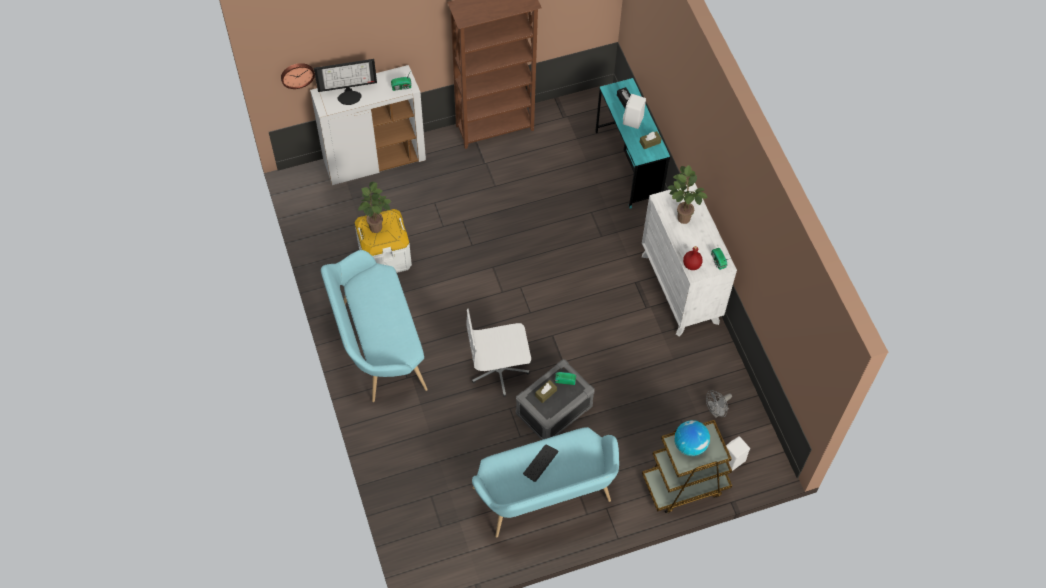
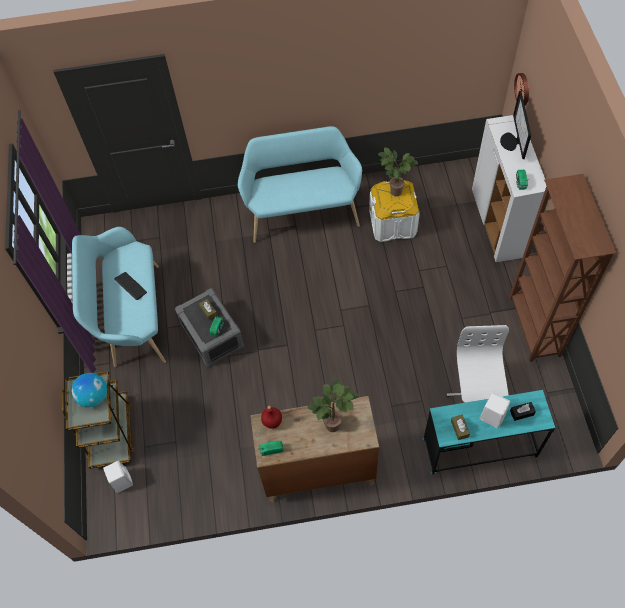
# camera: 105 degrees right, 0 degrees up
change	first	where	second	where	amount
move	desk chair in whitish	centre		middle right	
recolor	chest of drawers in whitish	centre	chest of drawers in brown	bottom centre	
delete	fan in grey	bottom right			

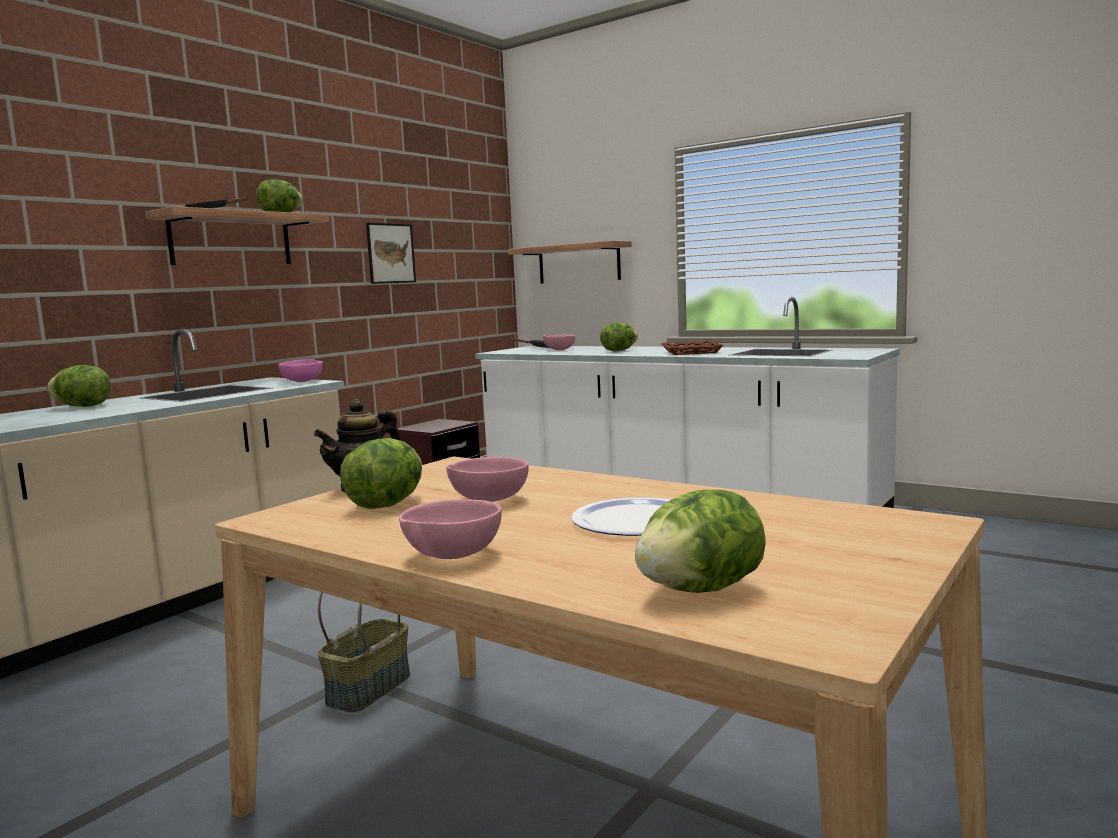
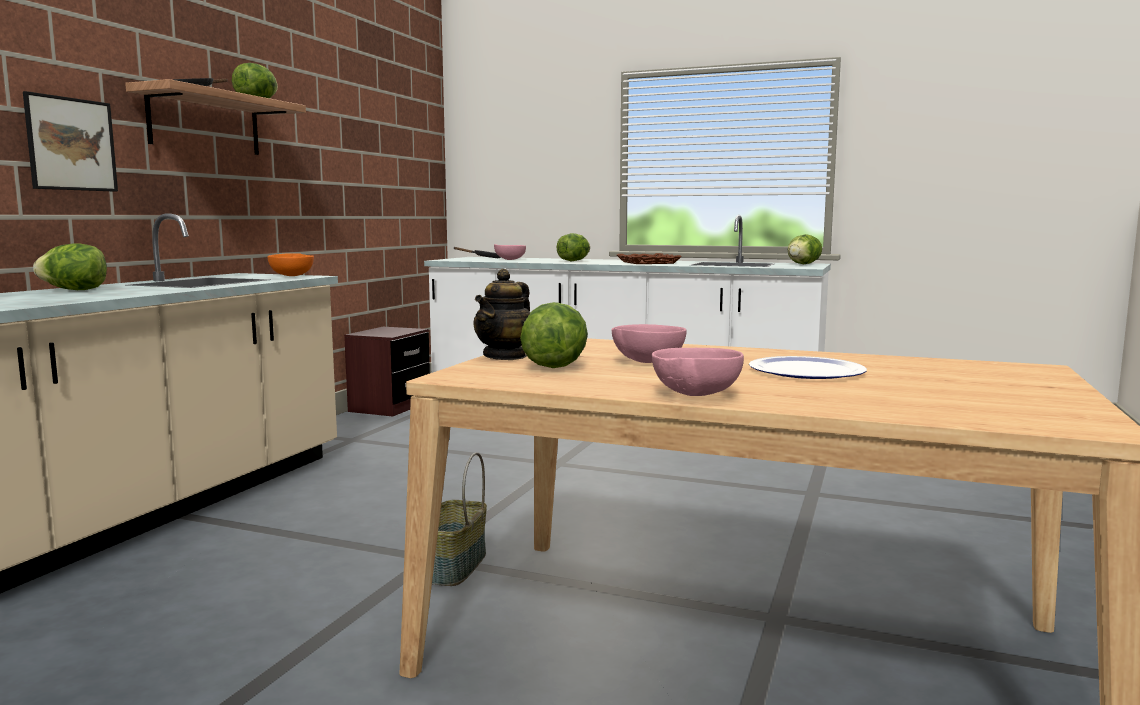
# camera: 15 degrees left, 0 degrees up
change	first	where	second	where	amount
recolor	deep dish in pink (1st from left)	middle left	deep dish in orange-coloured	middle left	
move	wall art	top centre		top left	
delete	shelf (2nd from left)	top centre			
move	lettuce head (5th from left)	centre		middle right	

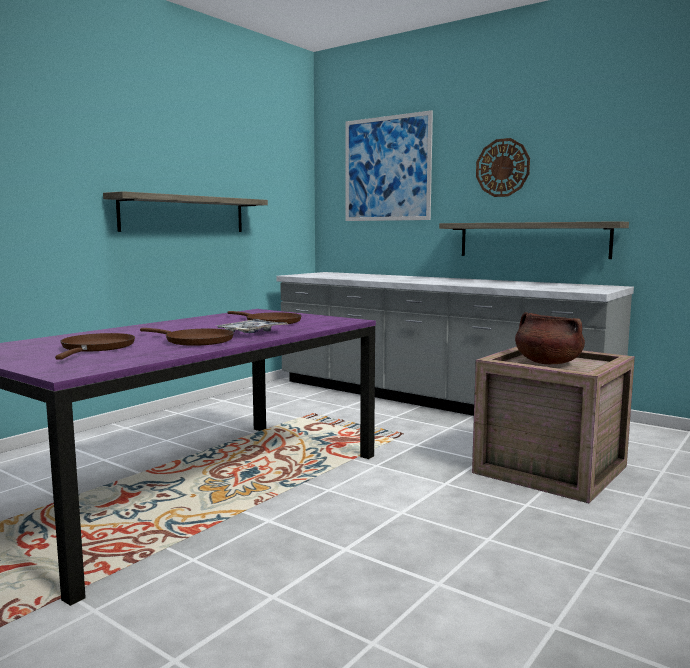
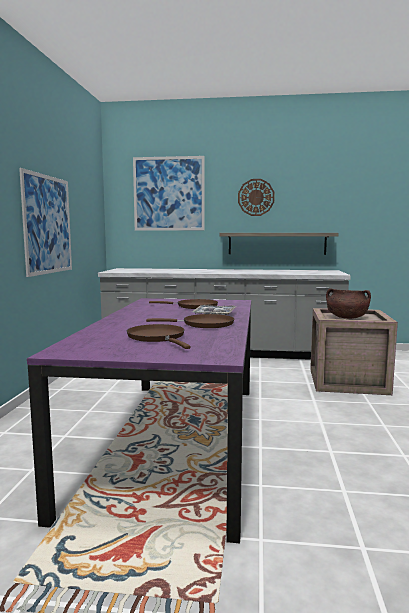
# camera: 30 degrees left, 0 degrees up
change	first	where	second	where	amount
replace	shelf (1st from left)	top left	wall art (1st from left)	middle left	

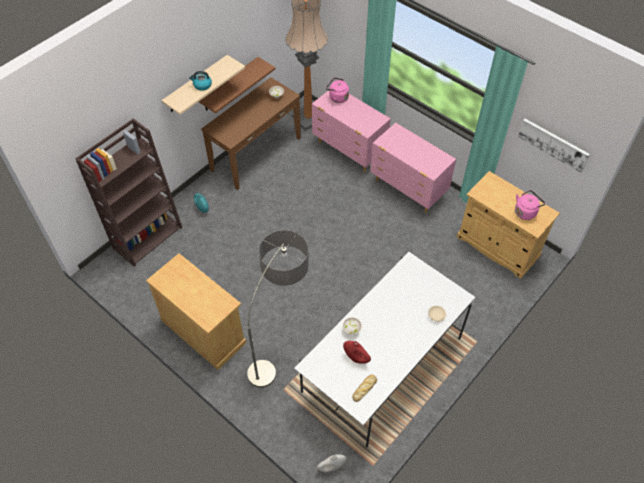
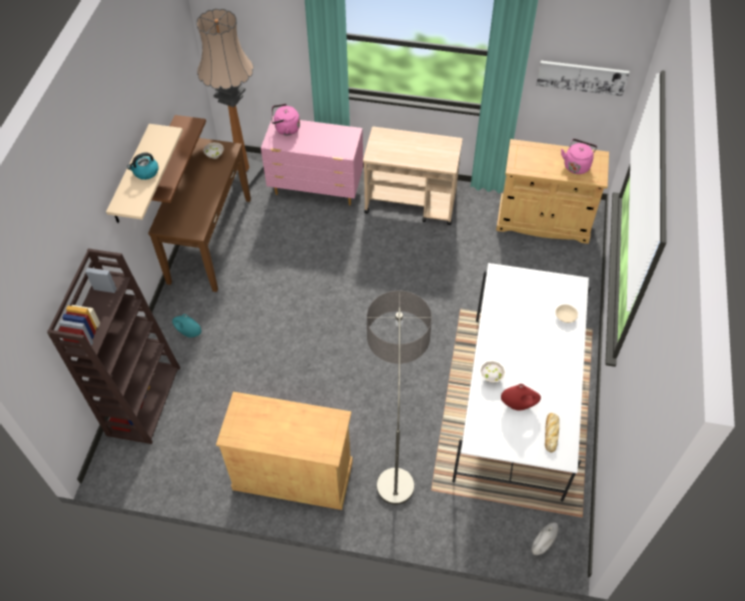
# camera: 30 degrees left, 0 degrees up
change	first	where	second	where	amount
replace	chest of drawers in pink (2nd from left)	centre	trolley in beige	top centre	

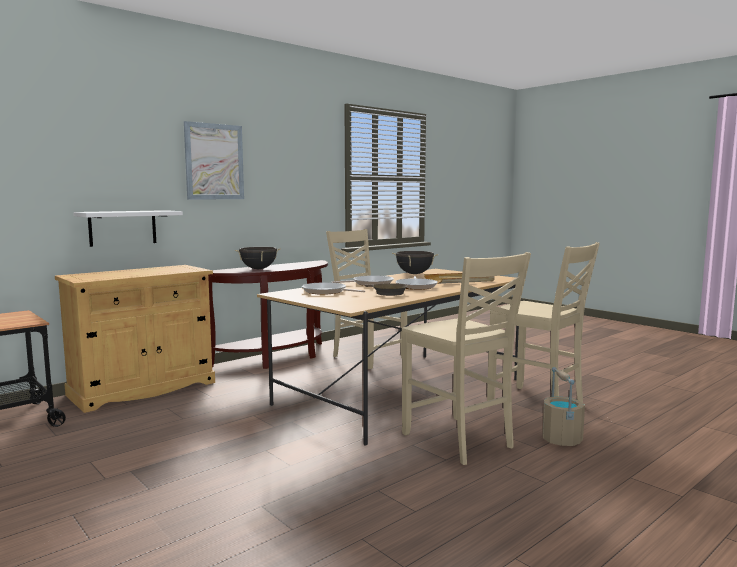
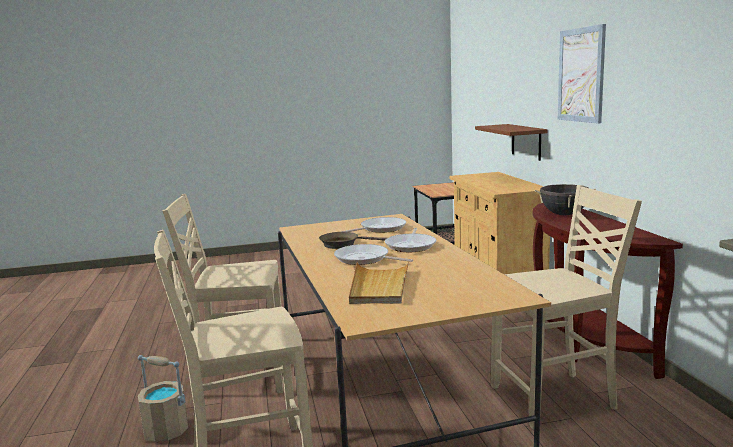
# camera: 120 degrees right, 5 degrees up
change	first	where	second	where	amount
recolor	shelf in whitish	middle left	shelf in brown	top right	
delete	stockpot in black (2nd from left)	centre			

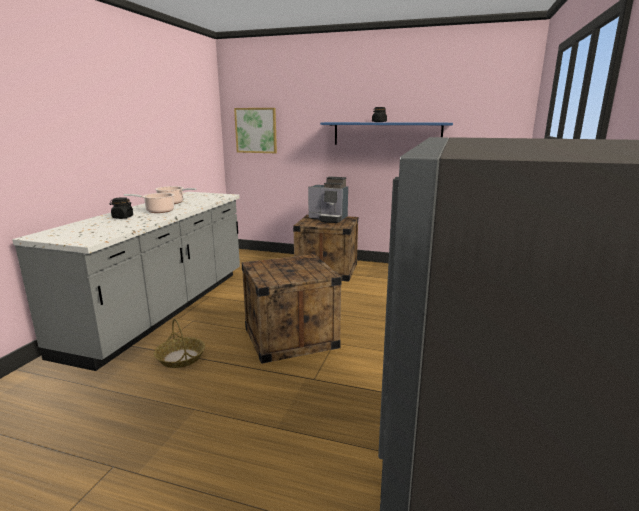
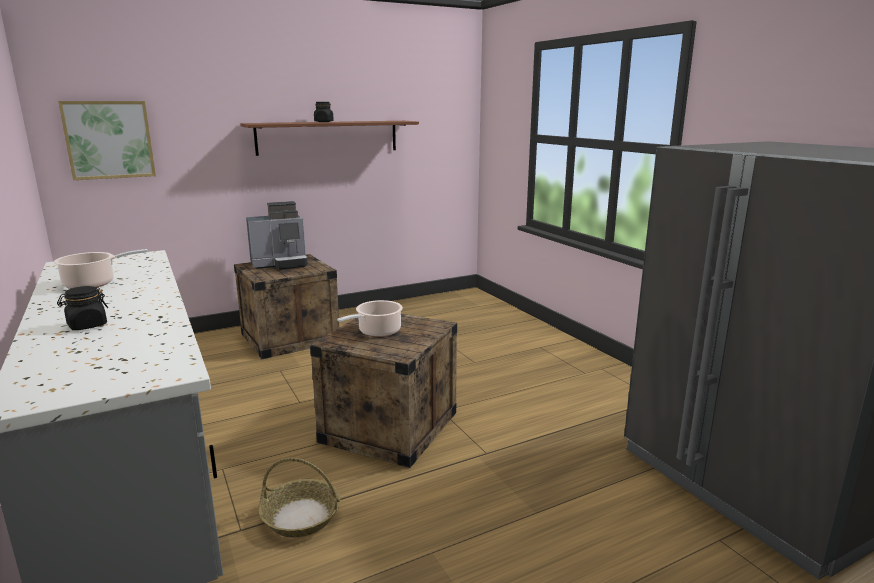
# camera: 45 degrees left, 0 degrees up
change	first	where	second	where	amount
move	stockpot (1st from left in the first image)	middle left	stockpot (2nd from left)	centre	
recolor	shelf in blue	top centre	shelf in brown	top centre	

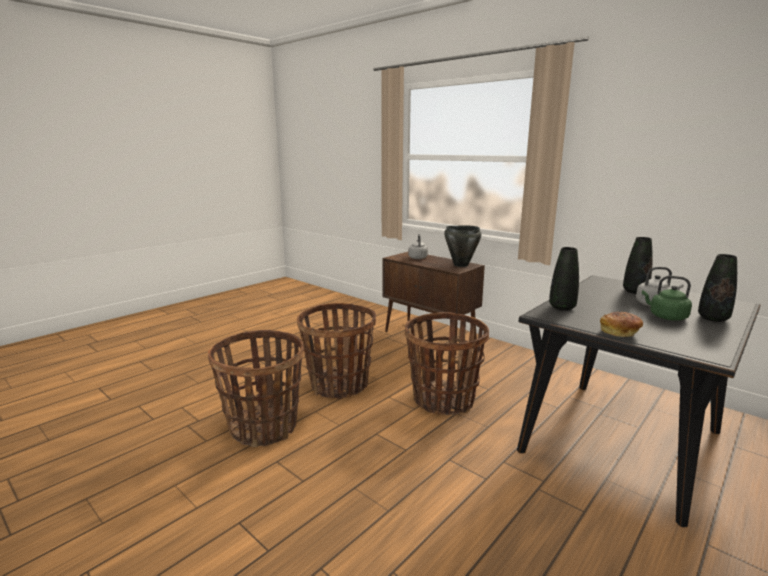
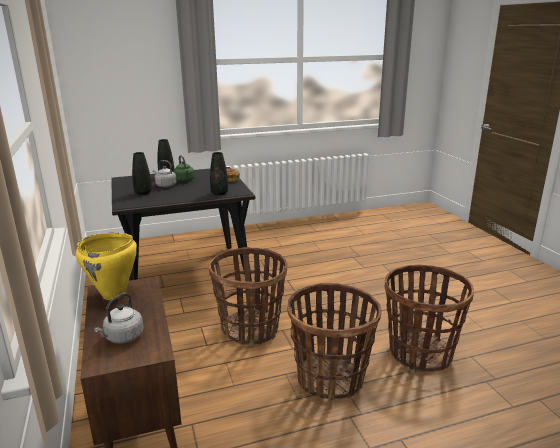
# camera: 150 degrees left, 5 degrees up
change	first	where	second	where	amount
recolor	stockpot in black	centre	stockpot in yellowish	middle left	

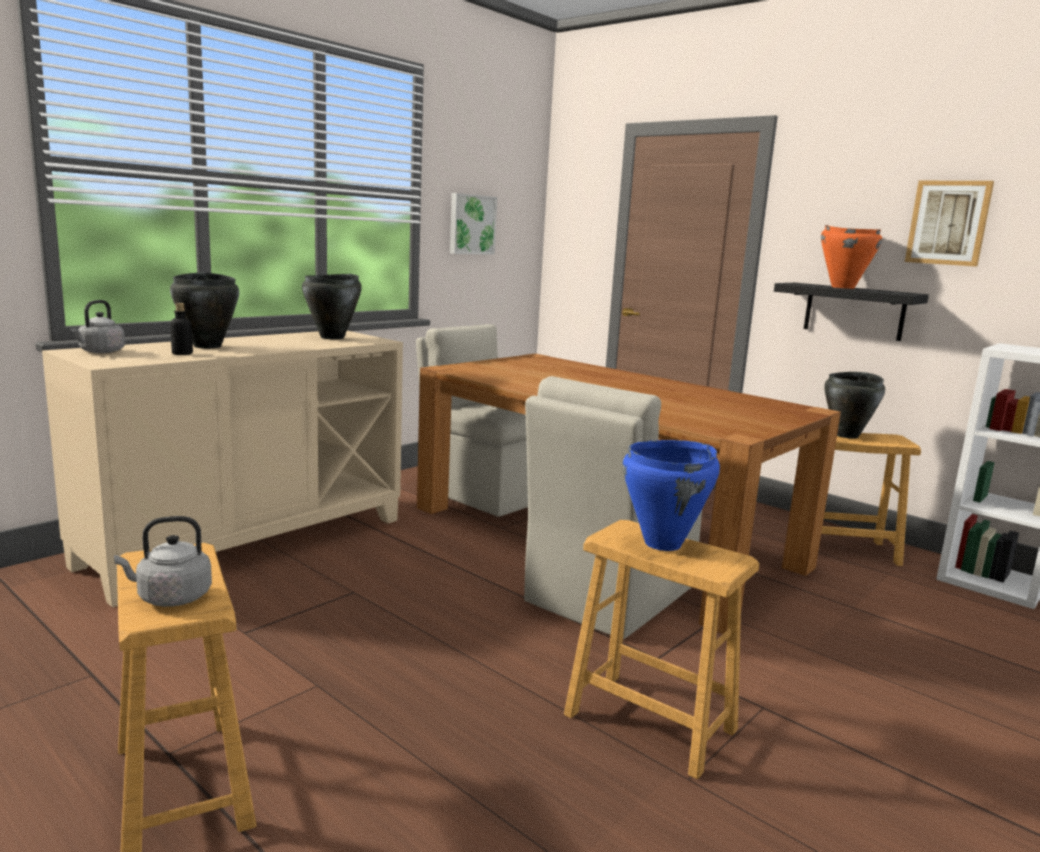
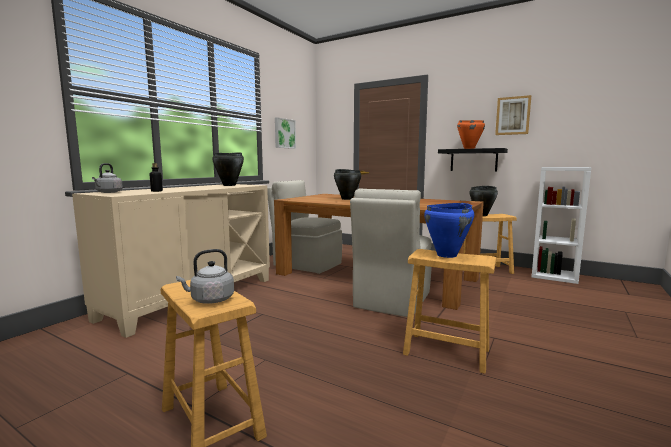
# camera: 10 degrees left, 5 degrees down
change	first	where	second	where	amount
move	stockpot in black (1st from left in the first image)	middle left	stockpot in black (2nd from left)	centre	

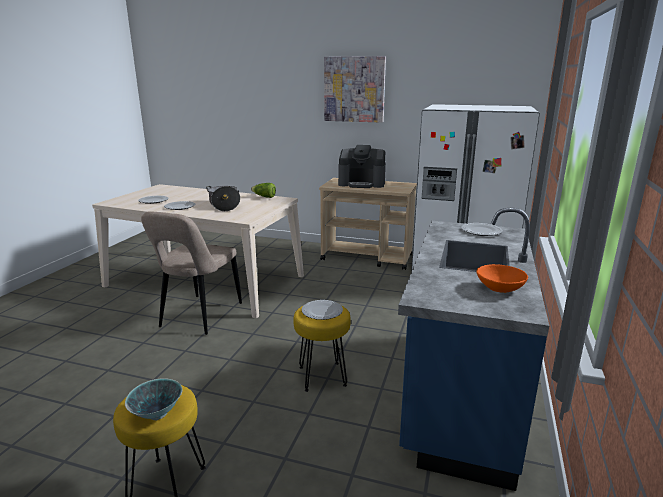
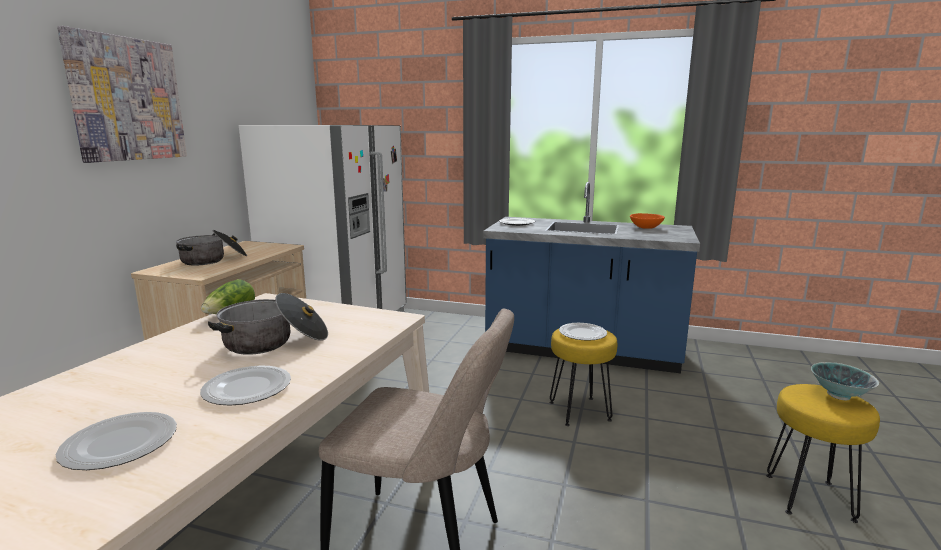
# camera: 90 degrees left, 5 degrees down
change	first	where	second	where	amount
replace	coffee machine	centre	stockpot (1st from left)	middle left	

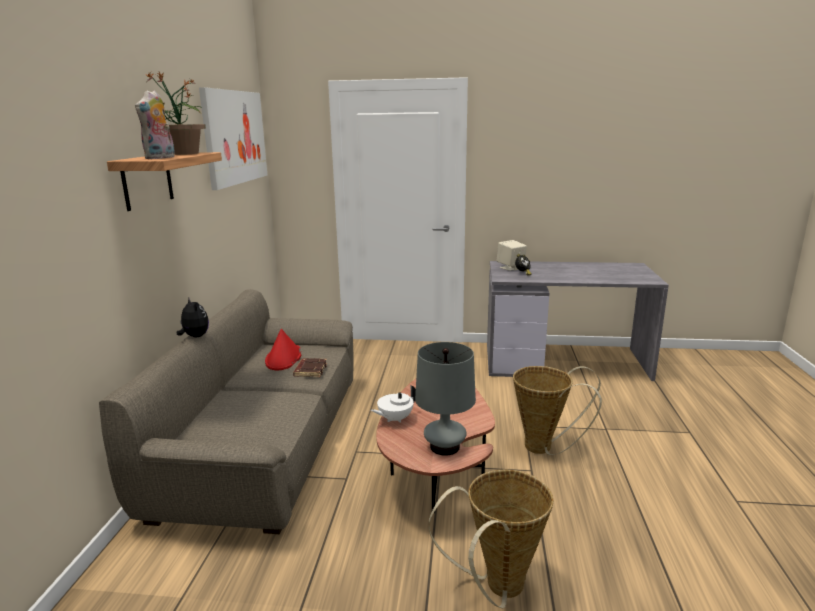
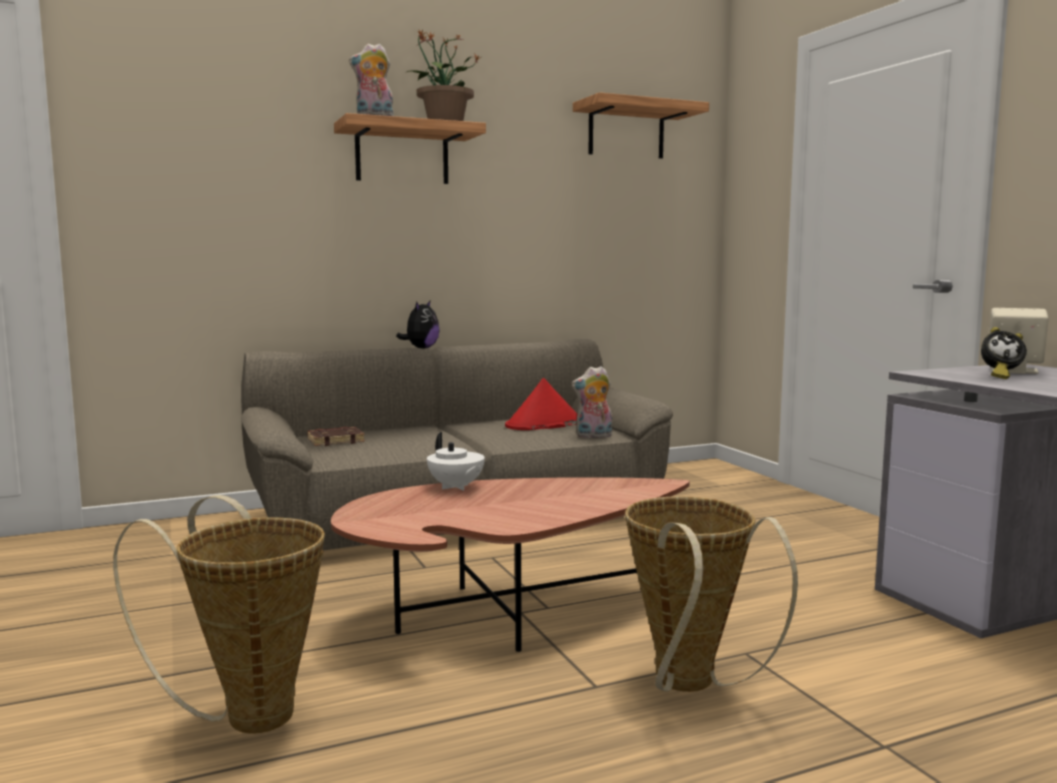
# camera: 60 degrees right, 10 degrees down
change	first	where	second	where	amount
replace	wall art	top left	shelf (2nd from left)	top centre	
move	volume in brown	centre		middle left	
rotate	pot for tea in whitish	centre		centre	150 degrees counterclockwise
delete	lamp for a table in grey	centre			
insert			plush toy (3rd from left)	centre	

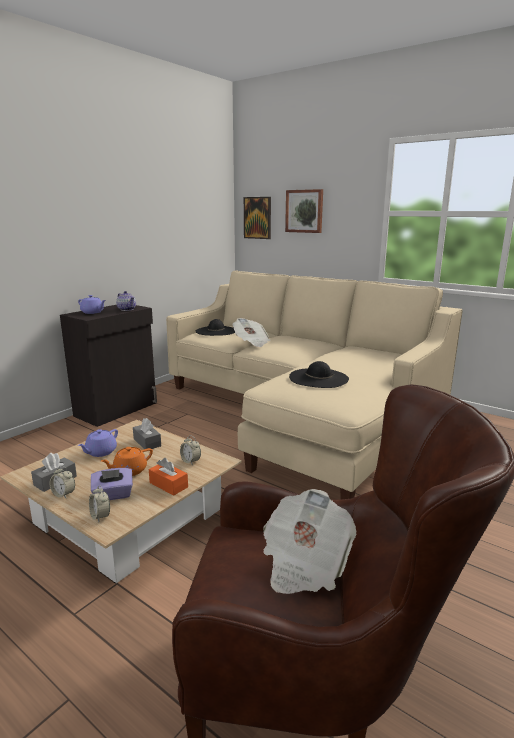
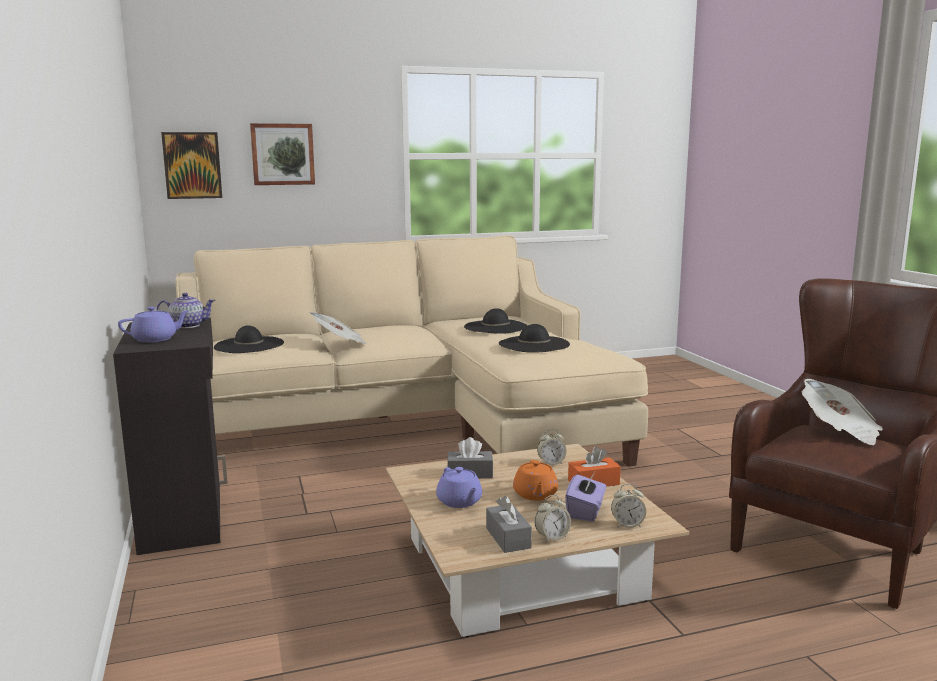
# camera: 55 degrees left, 5 degrees down
change	first	where	second	where	amount
insert			clothing hat in black (2nd from left)	centre	

